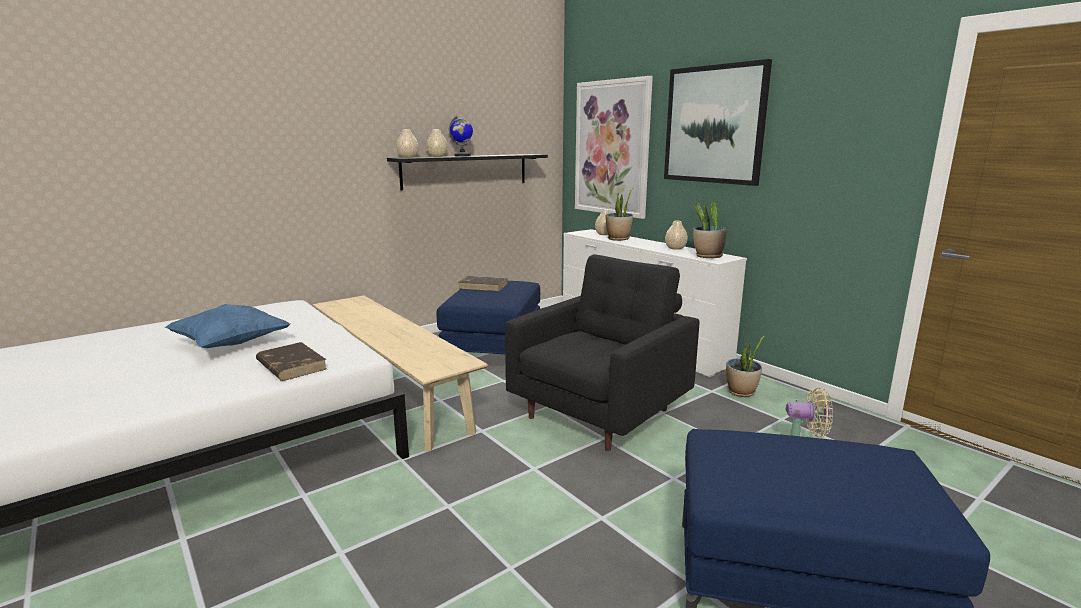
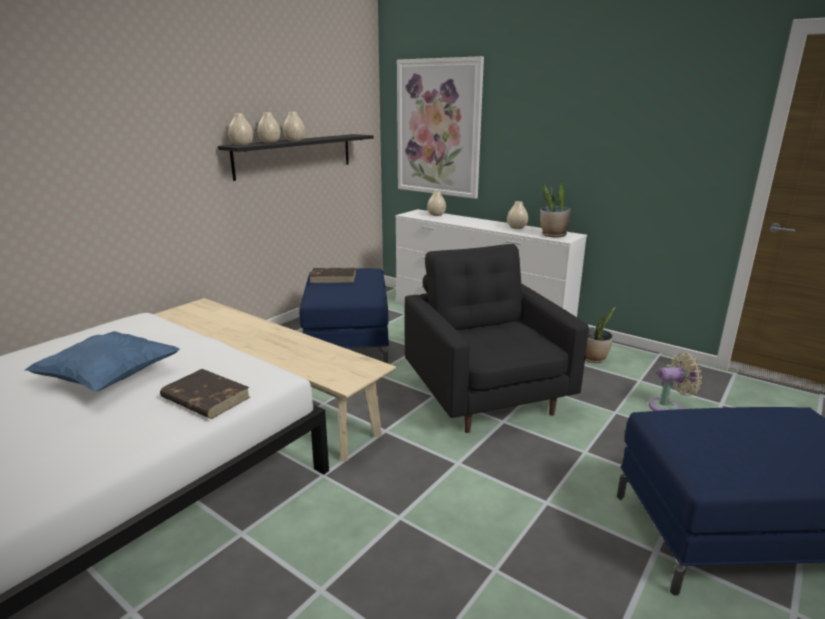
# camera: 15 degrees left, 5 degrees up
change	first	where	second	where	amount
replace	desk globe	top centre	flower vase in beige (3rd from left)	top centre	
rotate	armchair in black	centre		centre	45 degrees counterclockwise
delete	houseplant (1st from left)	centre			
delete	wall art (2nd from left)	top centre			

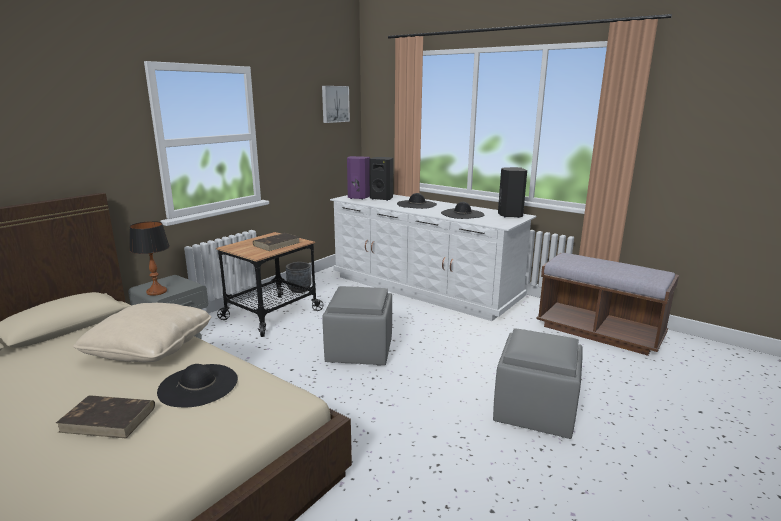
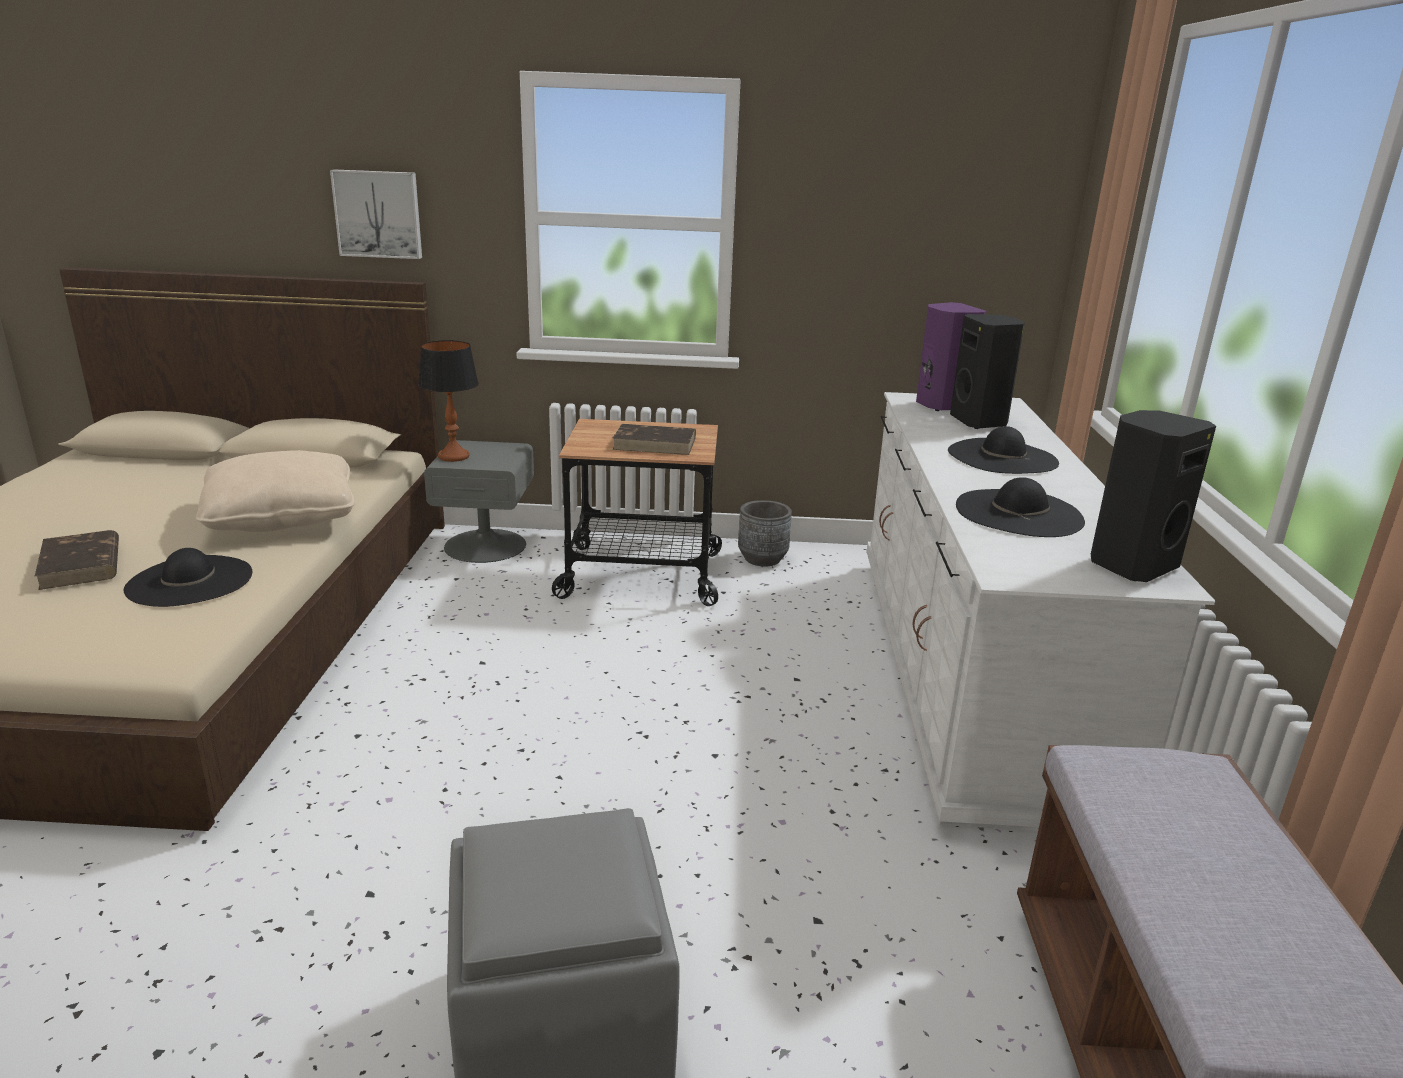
# camera: 55 degrees right, 5 degrees up
change	first	where	second	where	amount
move	wall art	top centre		top left	
delete	ottoman in grey (1st from left)	centre			

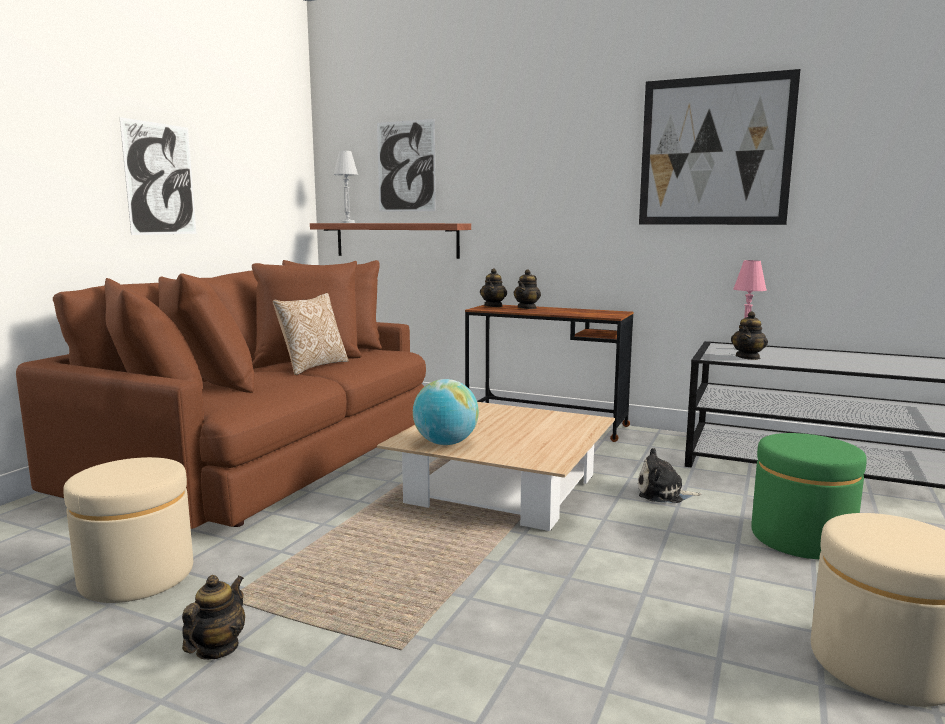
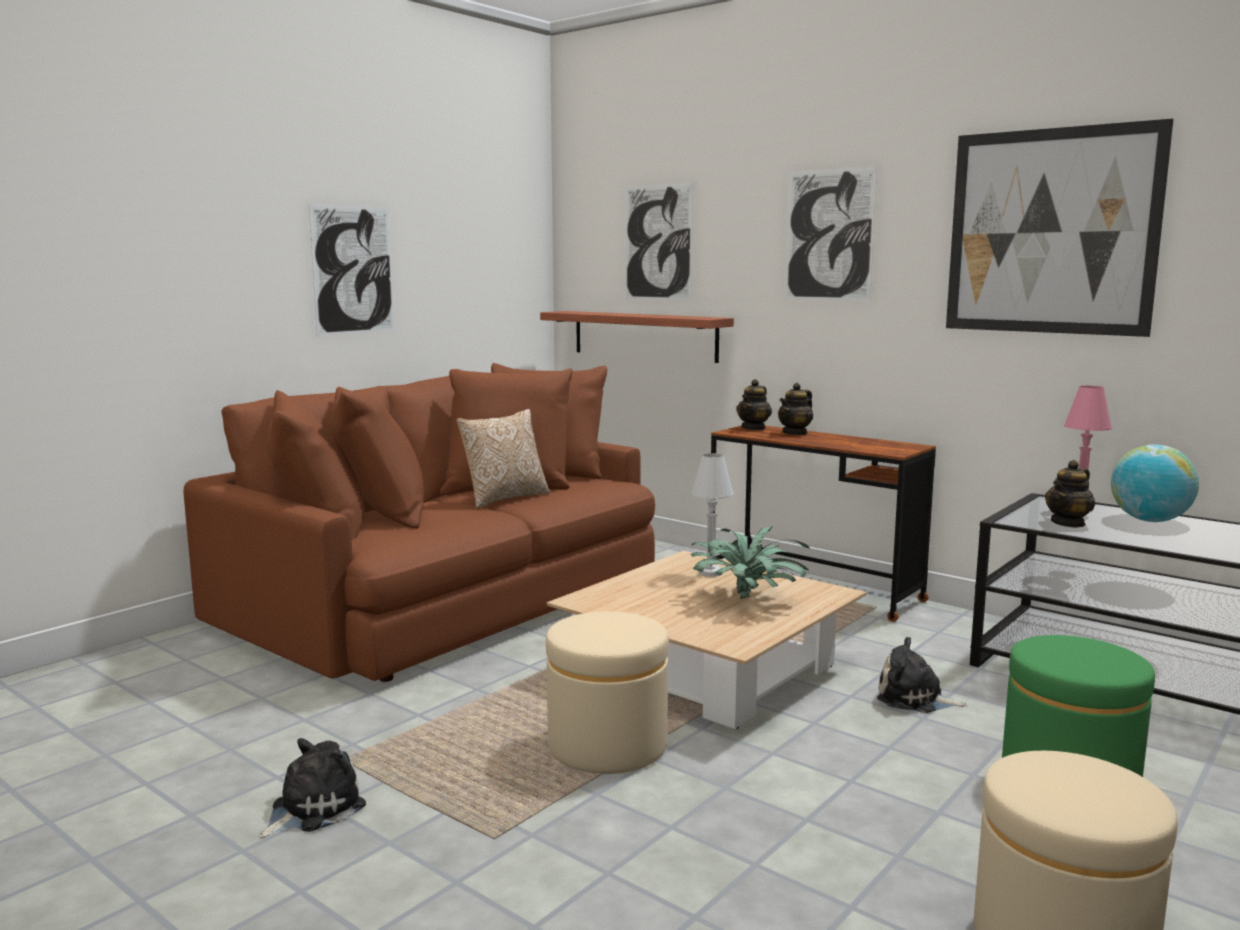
# camera: 15 degrees right, 0 degrees up
change	first	where	second	where	amount
move	ottoman in beige (1st from left)	bottom left		bottom centre	
replace	pot for tea (1st from left)	bottom left	plush toy (1st from left)	bottom left	
move	lamp for a table in whitish	top centre		centre	
move	desk globe	centre		middle right	
insert			houseplant	centre	
insert			wall art (3rd from left)	top right	

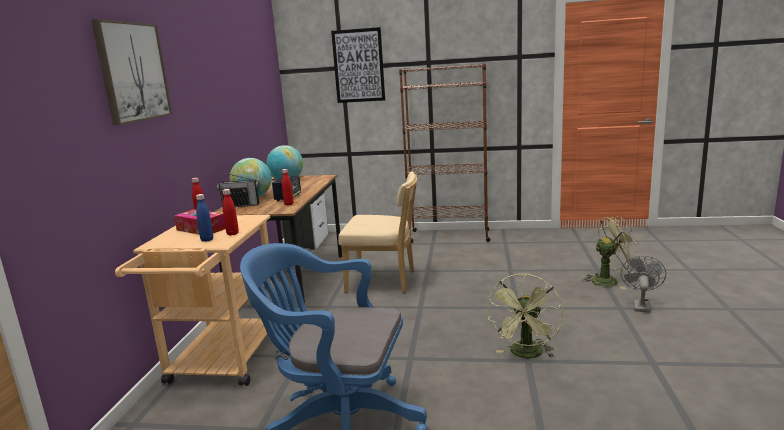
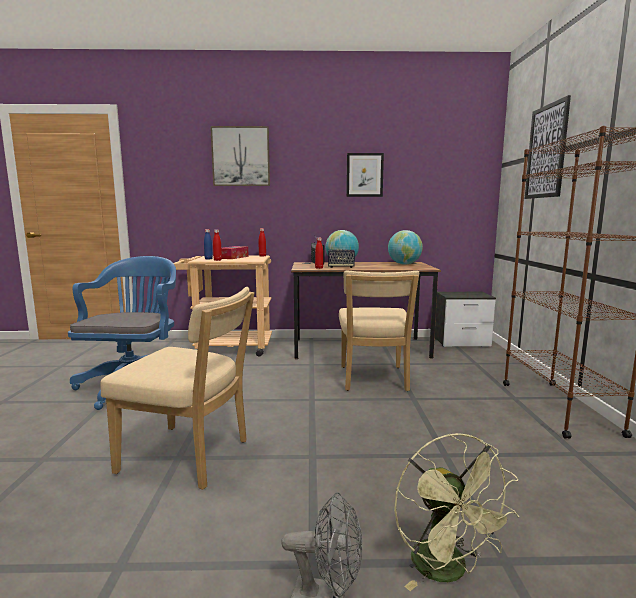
# camera: 80 degrees right, 5 degrees down
change	first	where	second	where	amount
replace	fan in green-coloured (1st from left)	bottom right	plain chair in beige (1st from left)	middle left	
insert			wall art (2nd from left)	top centre	

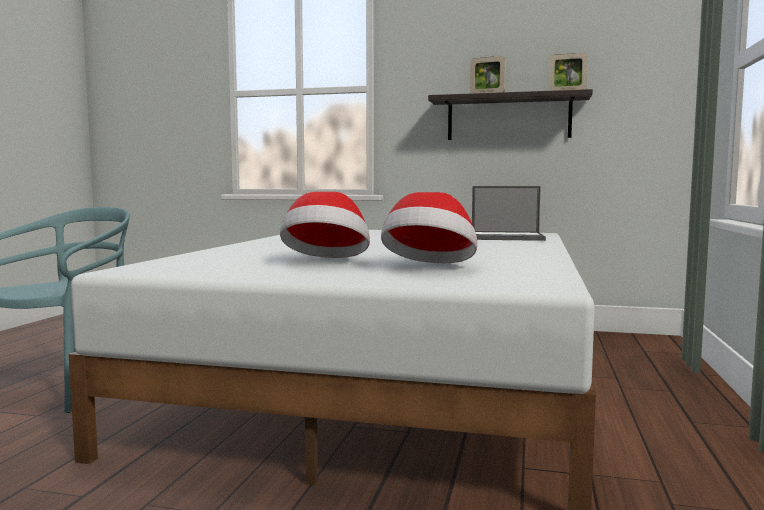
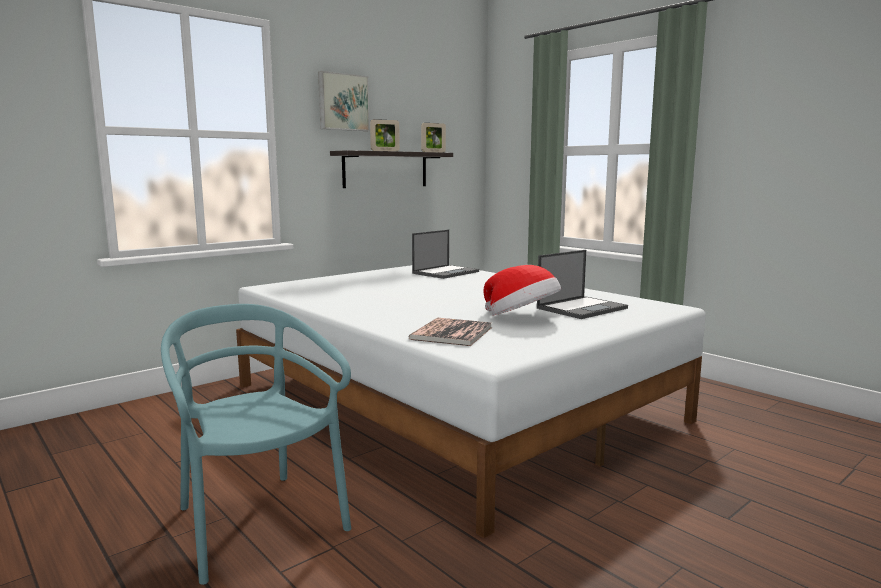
# camera: 55 degrees left, 5 degrees up
change	first	where	second	where	amount
replace	clothing hat (2nd from left)	centre	portable computer (2nd from left)	centre	
insert			wall art	top centre	
insert			volume	centre	

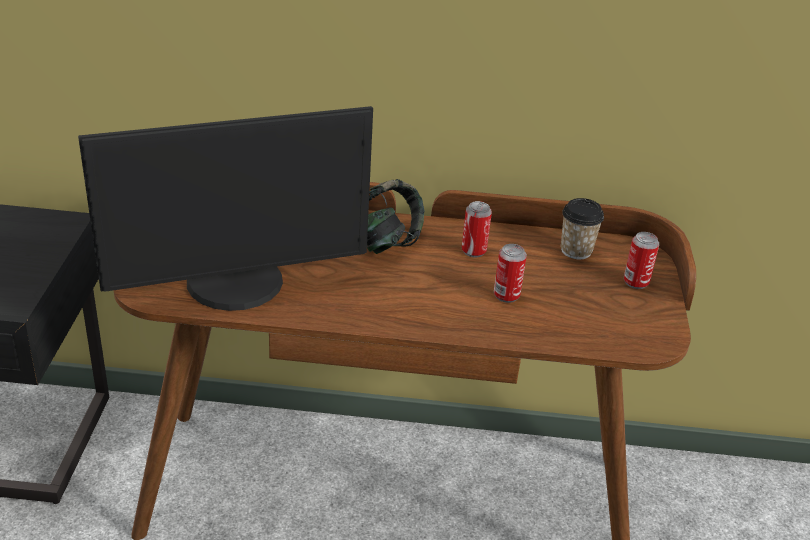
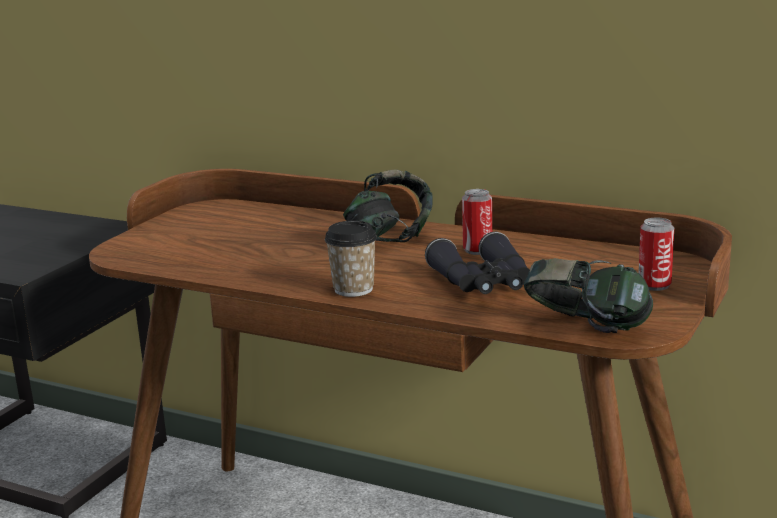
# camera: 25 degrees right, 15 degrees down
change	first	where	second	where	amount
delete	computer screen	middle left			
replace	sealed can (2nd from left)	centre	field glasses in black	centre	
move	drinking cup	middle right		centre	
insert			headphones (2nd from left)	middle right	

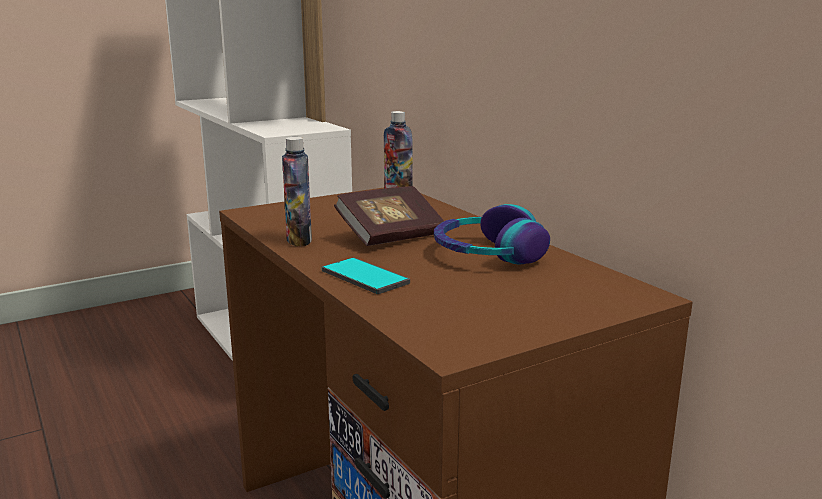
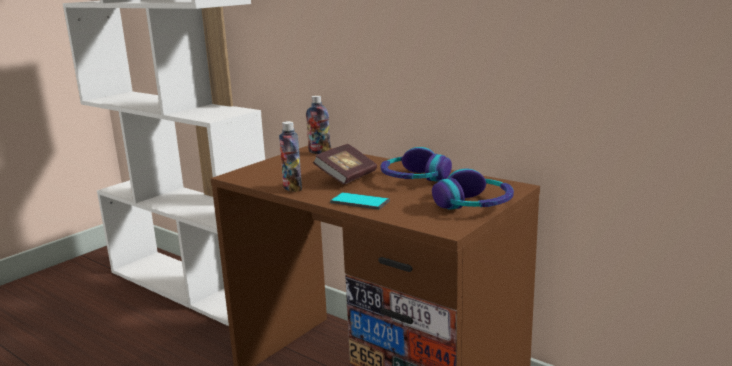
# camera: 20 degrees left, 0 degrees up
change	first	where	second	where	amount
insert			headphones (2nd from left)	centre	

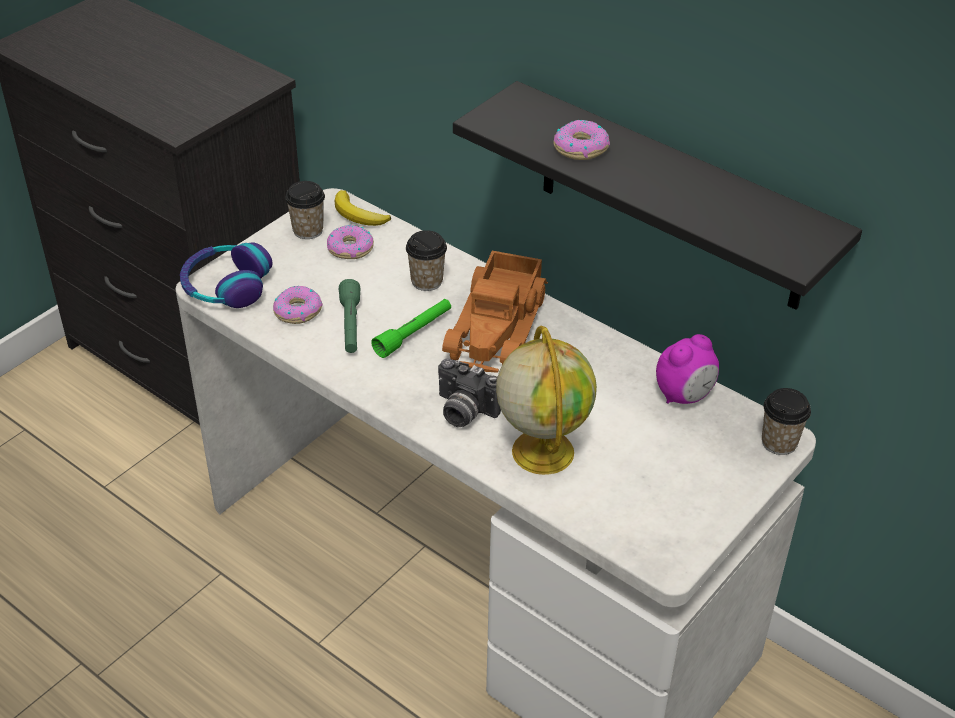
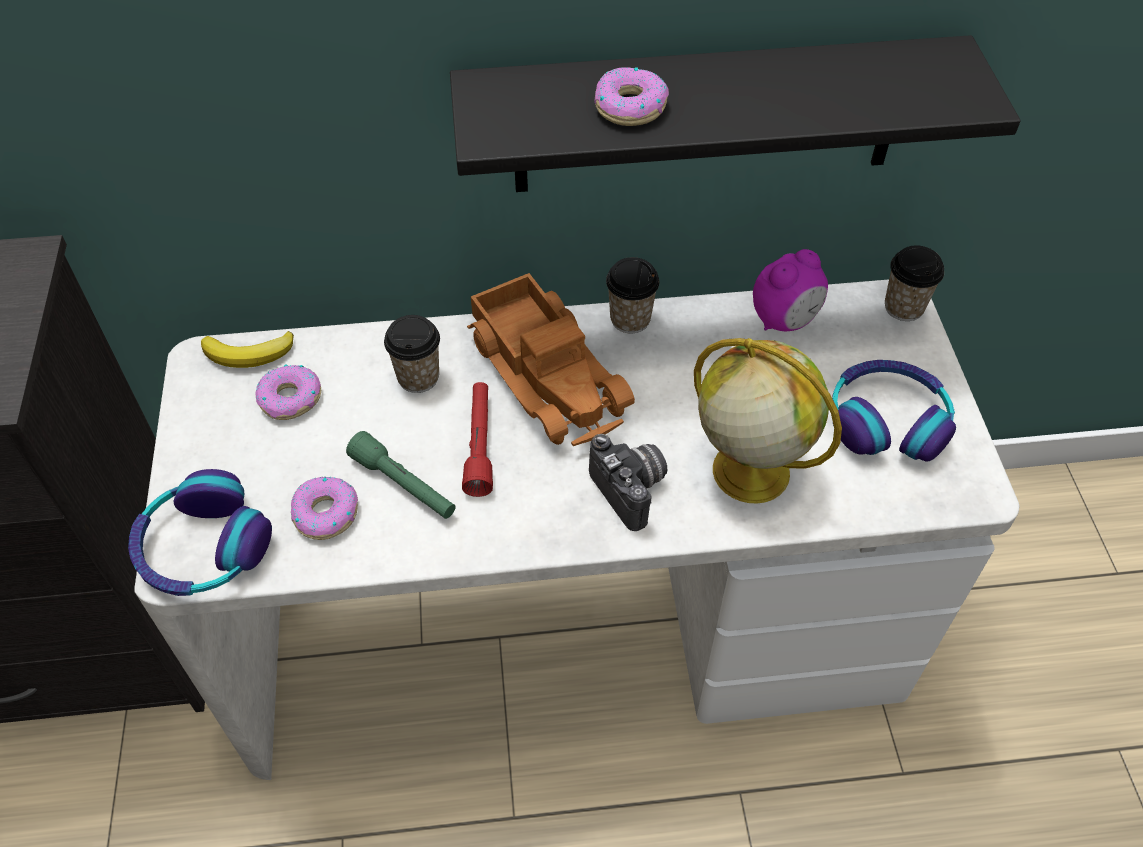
# camera: 45 degrees left, 10 degrees up
change	first	where	second	where	amount
move	drinking cup (1st from left in the first image)	top left	drinking cup (2nd from left)	centre	
recolor	hand torch in green-coloured (2nd from left)	centre	hand torch in red-coloured	centre	
rotate	still camera	centre		centre	105 degrees counterclockwise
rotate	table clock	middle right		middle right	45 degrees clockwise
insert			headphones (2nd from left)	middle right	

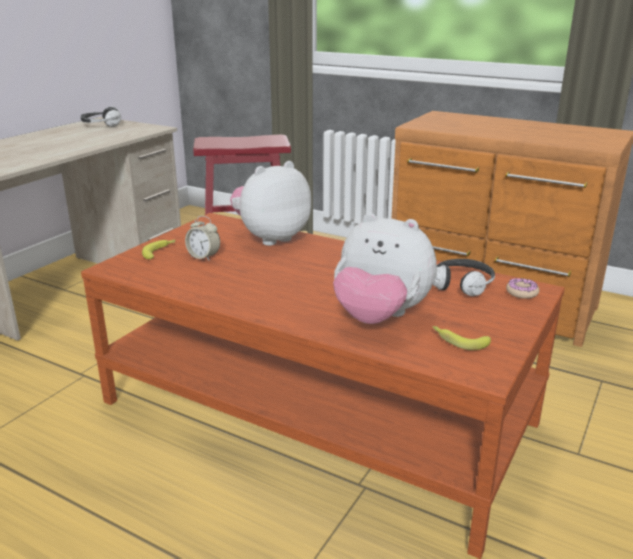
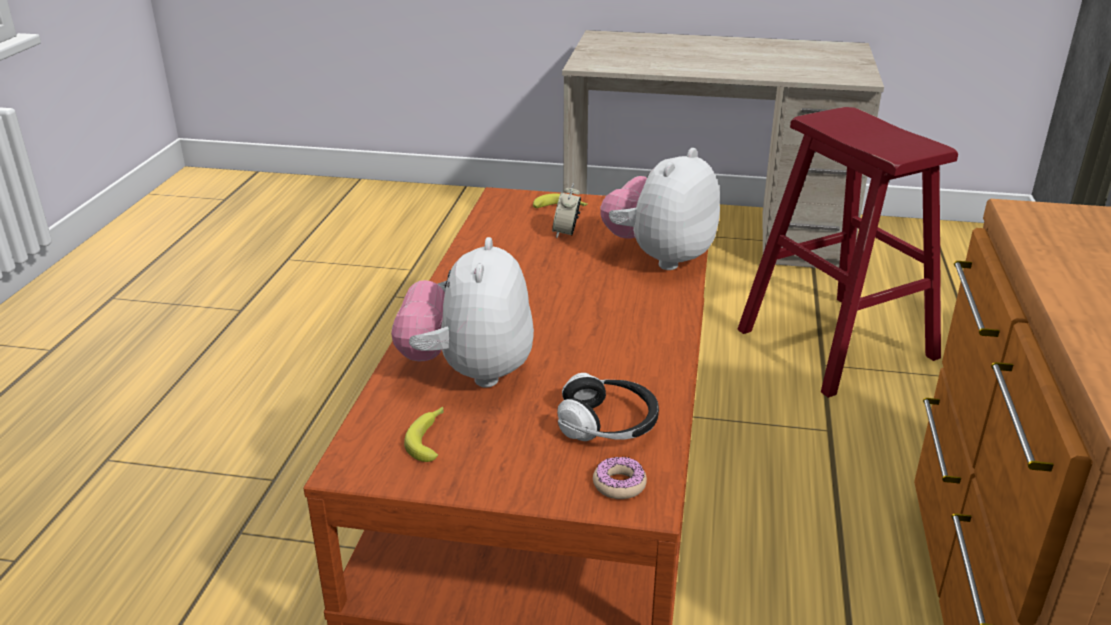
# camera: 70 degrees right, 5 degrees up
change	first	where	second	where	amount
delete	headphones (1st from left)	top left			
rotate	plush toy (1st from left in the first image)	centre	plush toy (2nd from left)	centre	90 degrees counterclockwise

